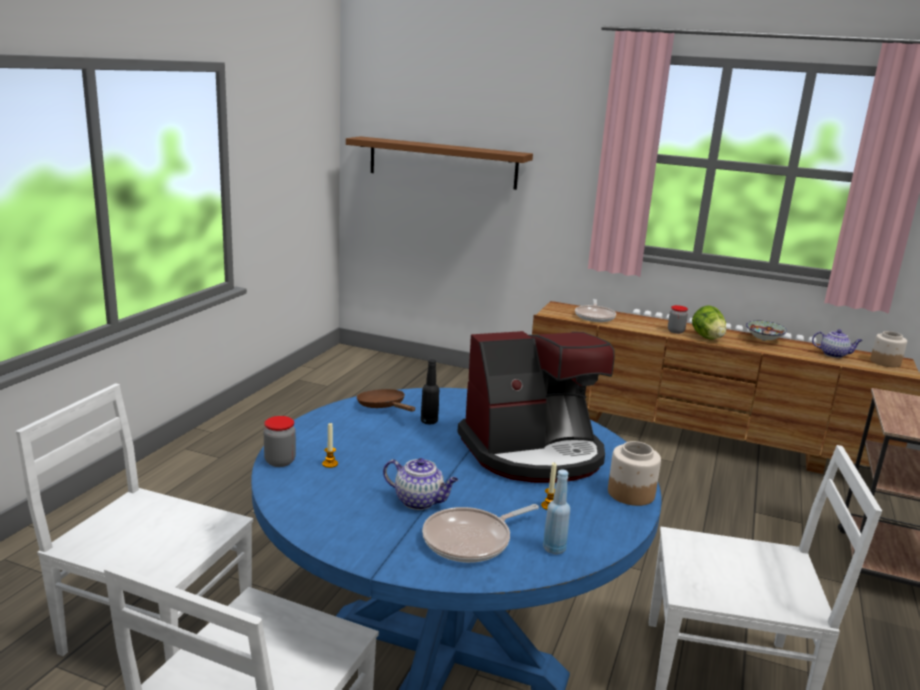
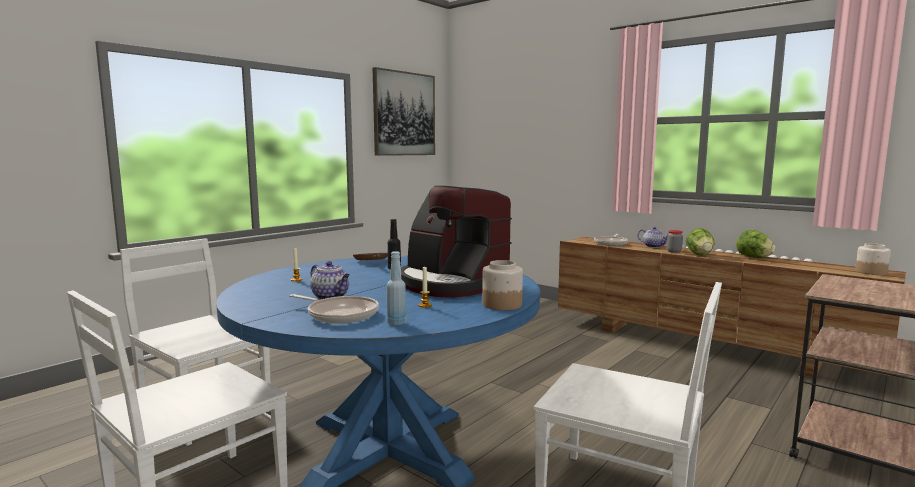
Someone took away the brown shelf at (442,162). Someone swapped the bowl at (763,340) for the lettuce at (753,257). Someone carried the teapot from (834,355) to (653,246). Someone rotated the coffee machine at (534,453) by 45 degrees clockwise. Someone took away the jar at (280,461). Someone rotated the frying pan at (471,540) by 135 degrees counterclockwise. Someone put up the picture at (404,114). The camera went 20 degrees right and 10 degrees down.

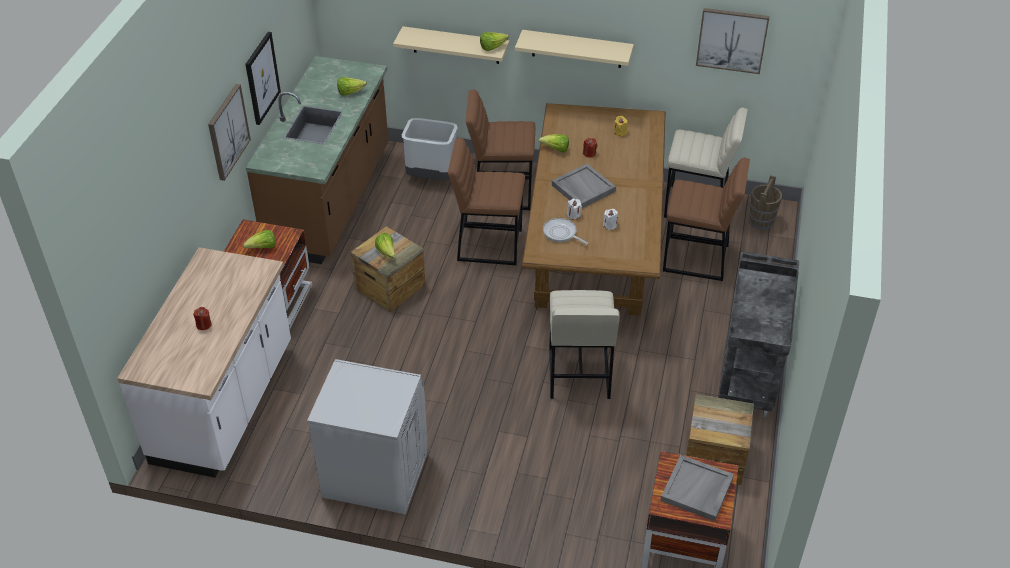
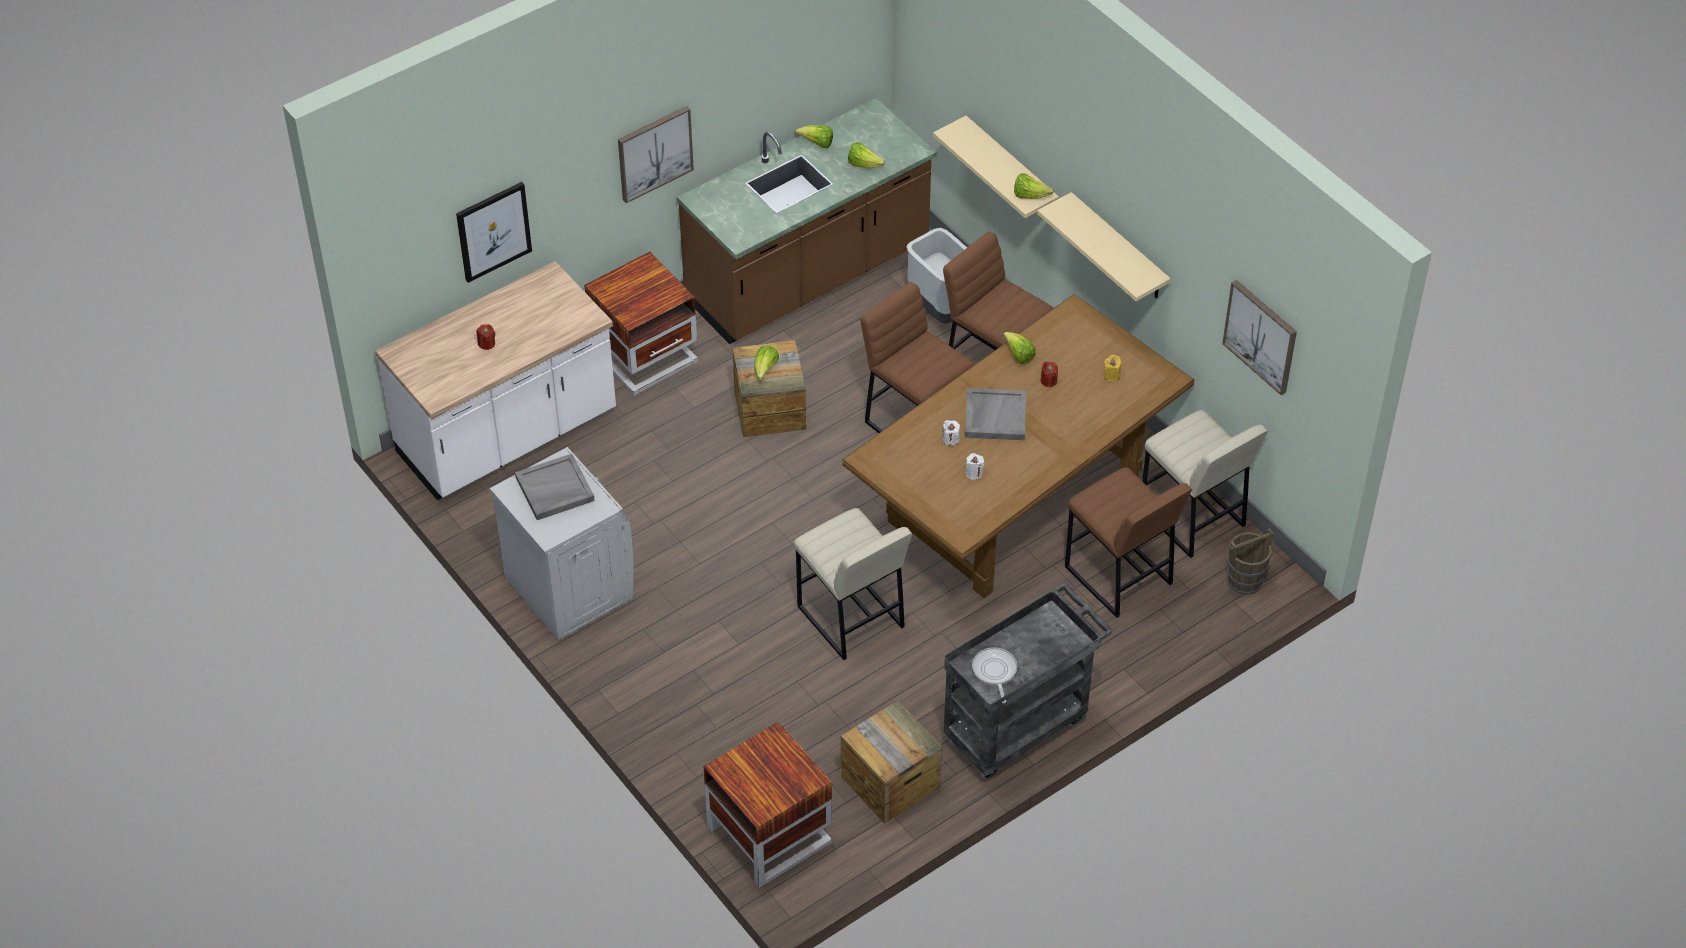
Someone carried the picture from (262,78) to (493,231). Someone carried the frying pan from (561,233) to (994,672). Someone carried the lettuce from (263,248) to (817,143). Someone rotated the beige chair at (579,375) by 75 degrees counterclockwise. Someone carried the grey tray from (697,490) to (554,490). The camera went 40 degrees right and 5 degrees up.

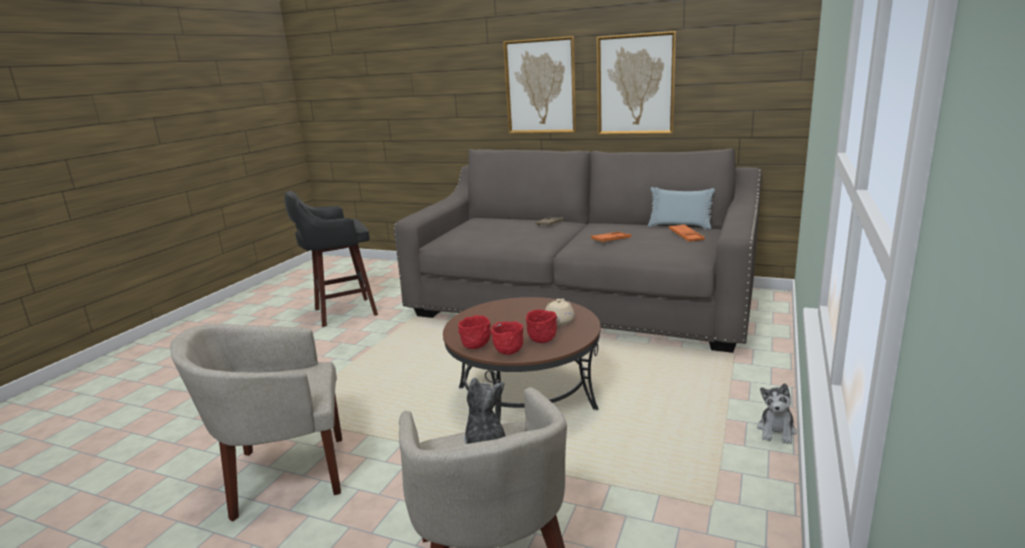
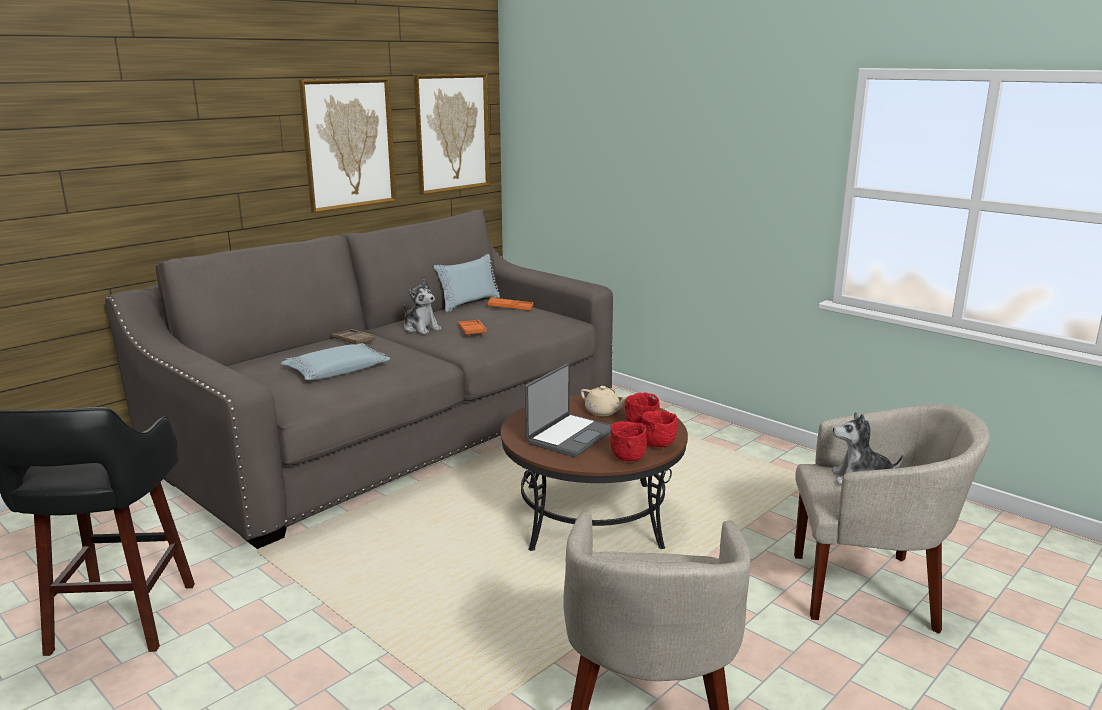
Someone carried the picture from (540,86) to (452,133). Someone carried the plush toy from (776,431) to (421,328). Someone put down the blue pillow at (337,368). Someone put down the laptop at (569,436). The camera went 70 degrees left and 0 degrees up.

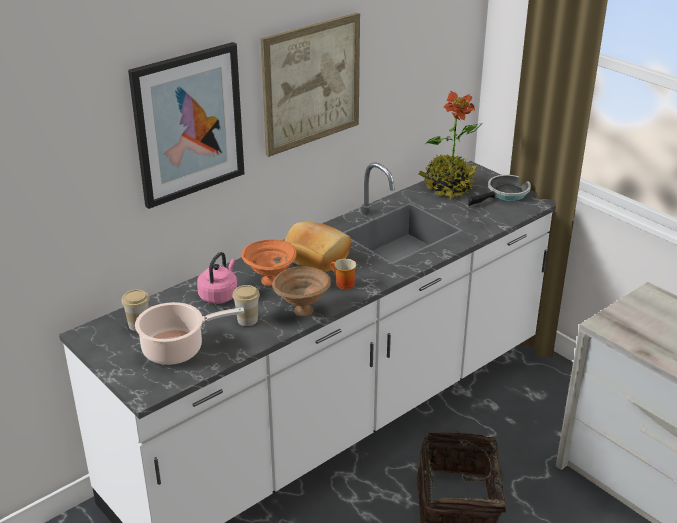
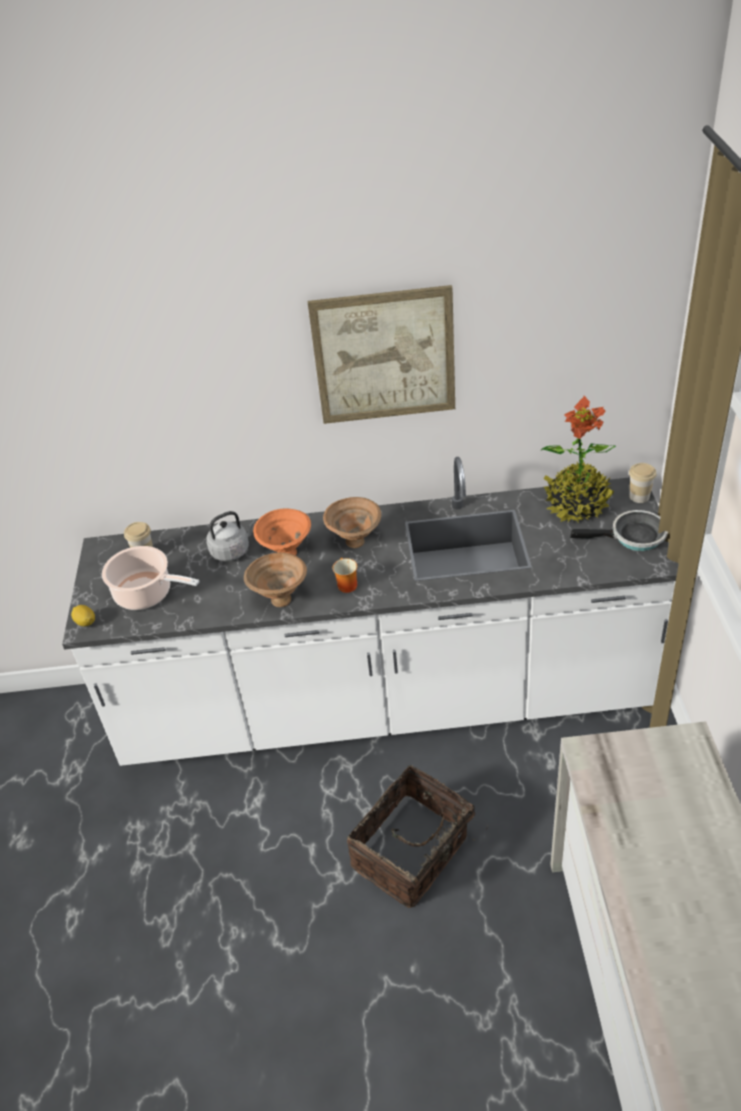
Someone took away the picture at (188,124). Someone swapped the bread at (318,257) for the brown bowl at (356,543). Someone repainted the pink kettle at (219,295), which became the grey kettle at (232,551). Someone carried the cup from (247,320) to (639,496). Someone put down the lemon at (85,622). The camera went 40 degrees right and 10 degrees up.

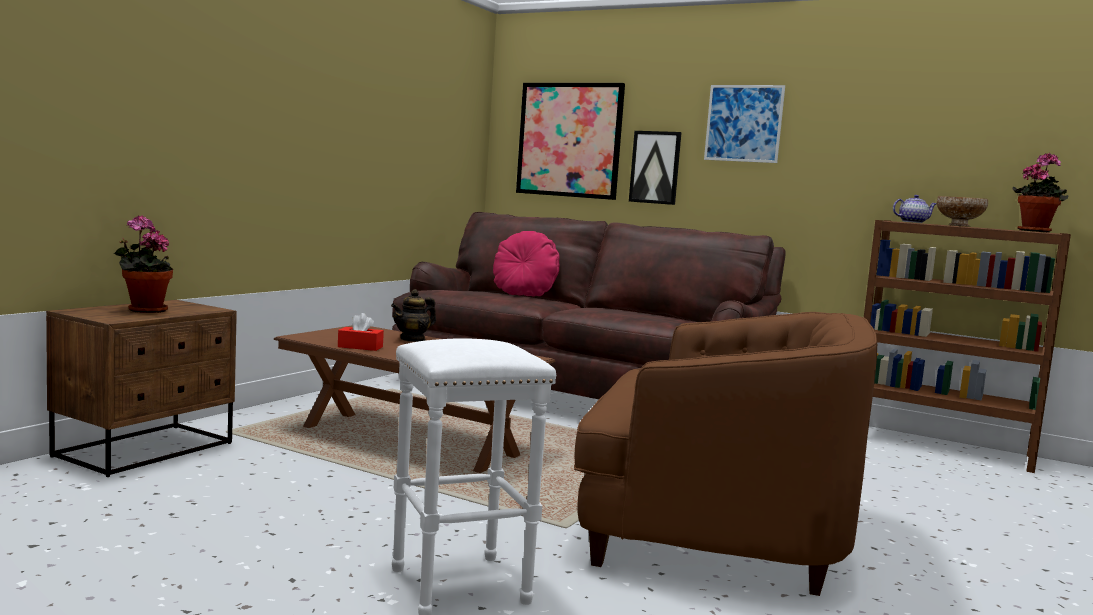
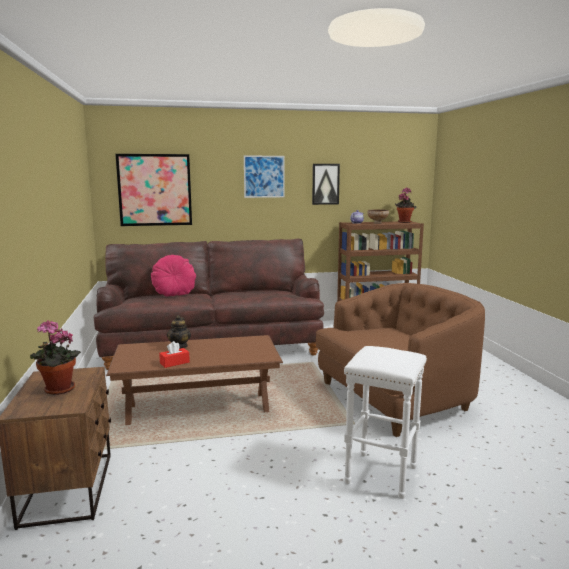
Someone carried the picture from (655,167) to (325,184). The camera went 40 degrees left and 5 degrees up.

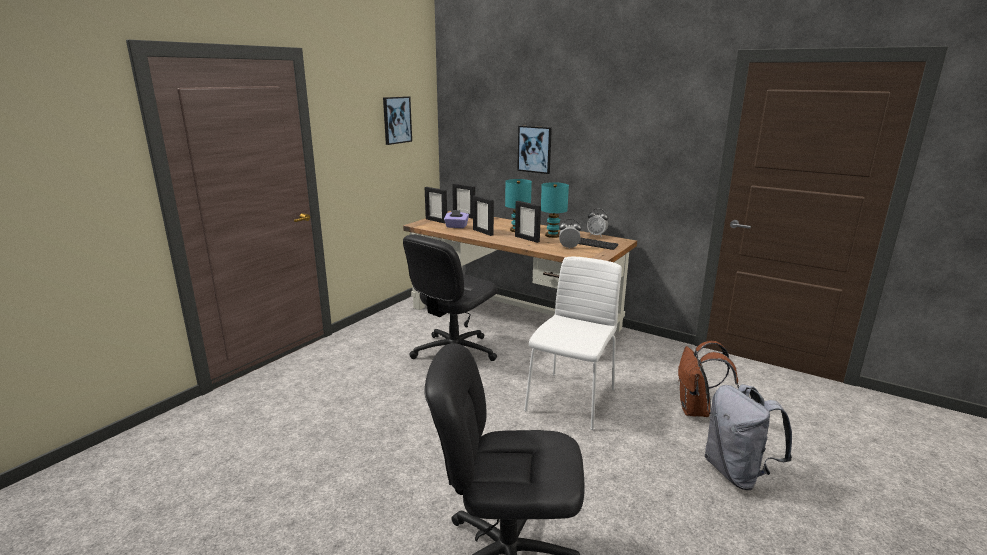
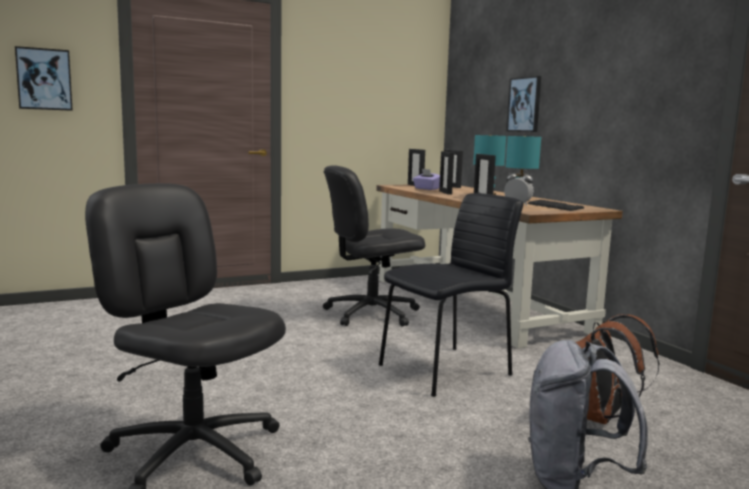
Someone carried the picture from (396,120) to (44,79). Someone took away the alarm clock at (596,235). Someone repainted the white chair at (572,397), which became the black chair at (448,369). The camera went 30 degrees right and 10 degrees down.

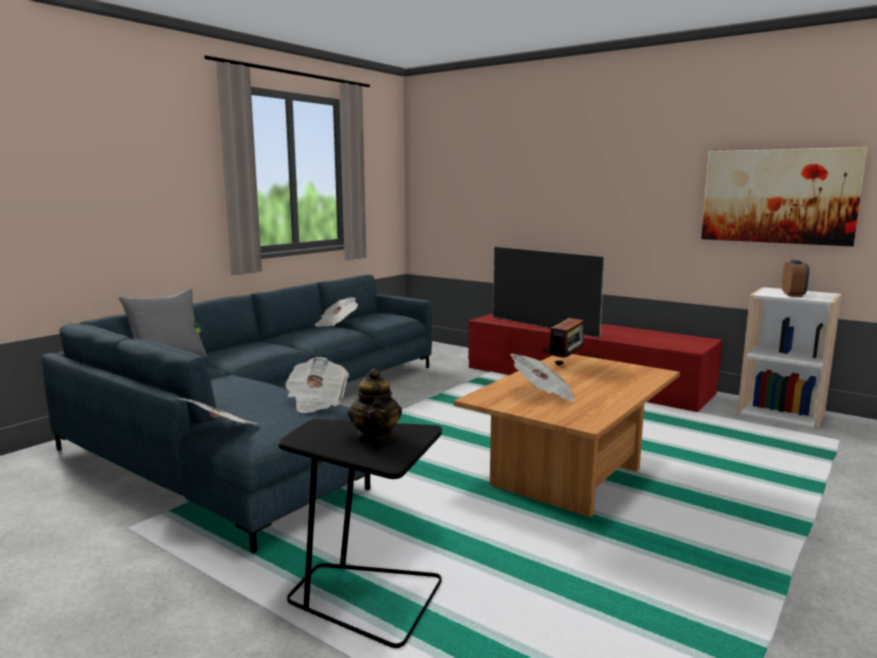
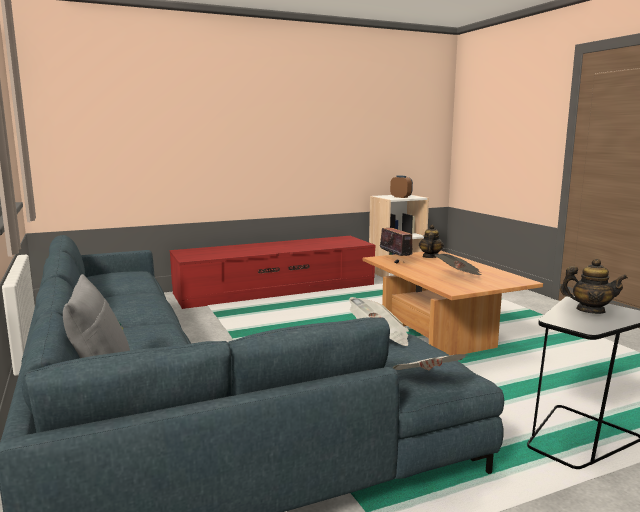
Someone took away the picture at (778,196). Someone took away the television at (543,327). Someone took away the newspaper at (336,324). Someone put down the teapot at (430,256). The camera went 60 degrees left and 0 degrees up.

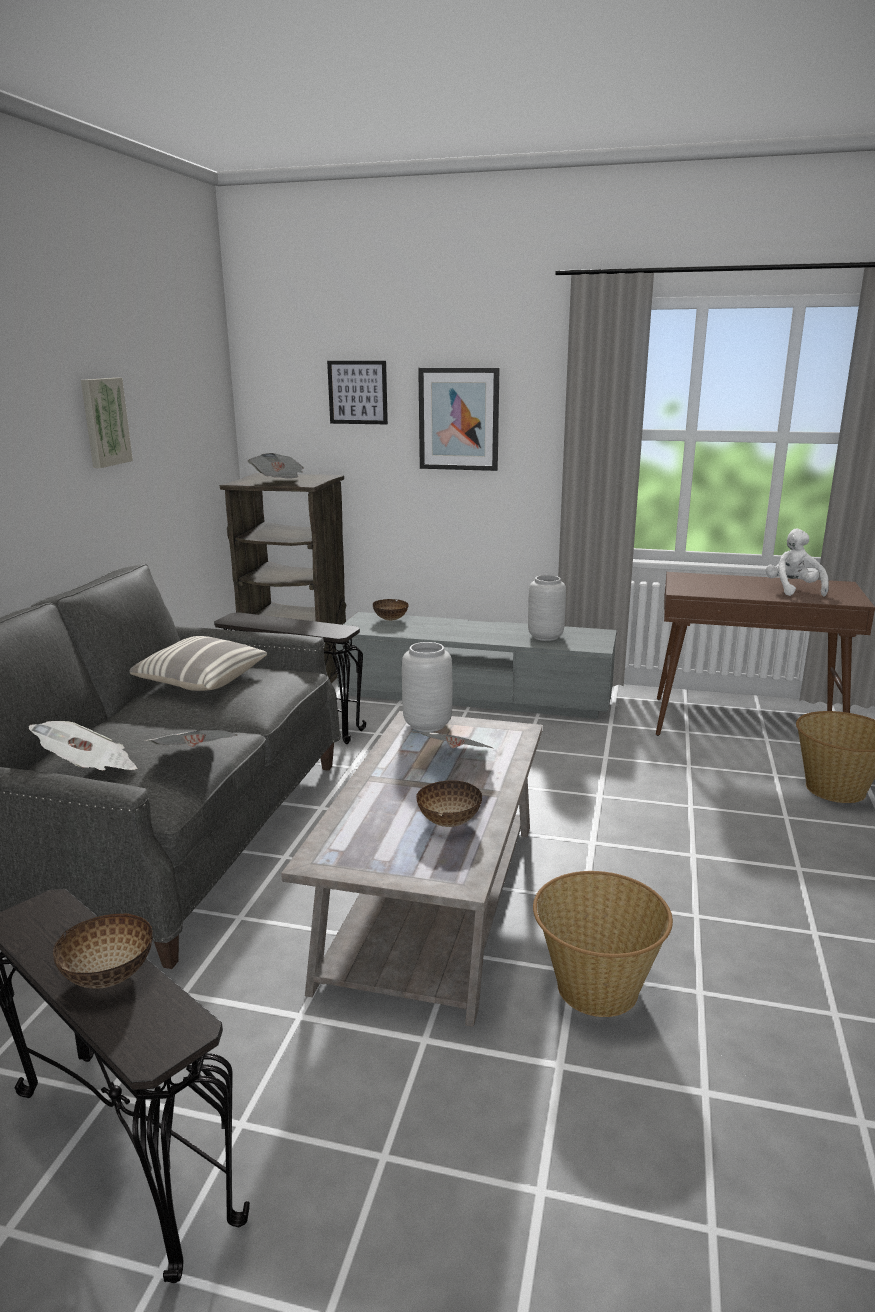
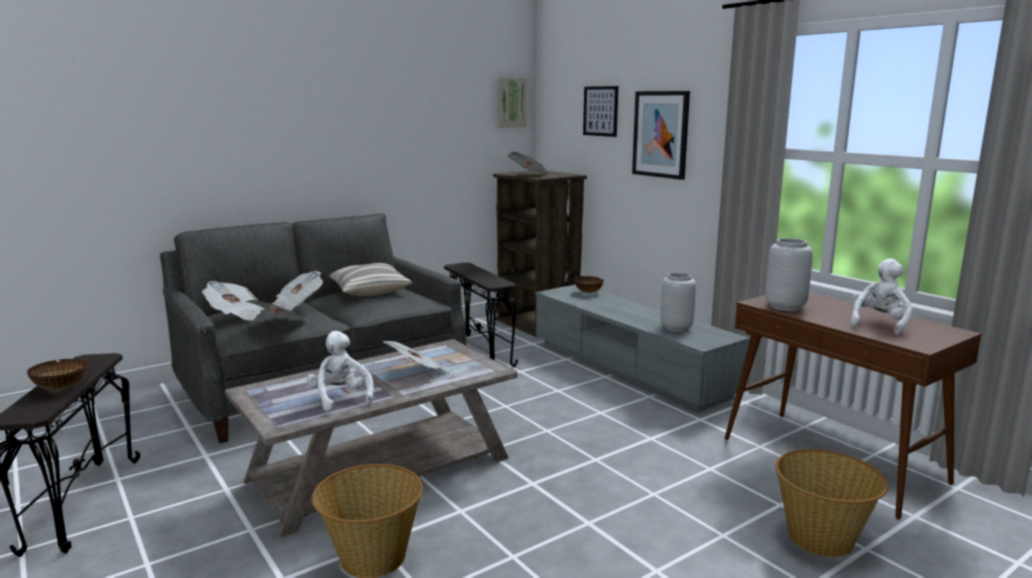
Someone carried the picture from (104,422) to (511,102). Someone carried the grey vase from (427,724) to (785,306). Someone swapped the bowl at (448,821) for the white plush toy at (340,398). Someone put down the newspaper at (296,306). The camera went 40 degrees right and 5 degrees down.

